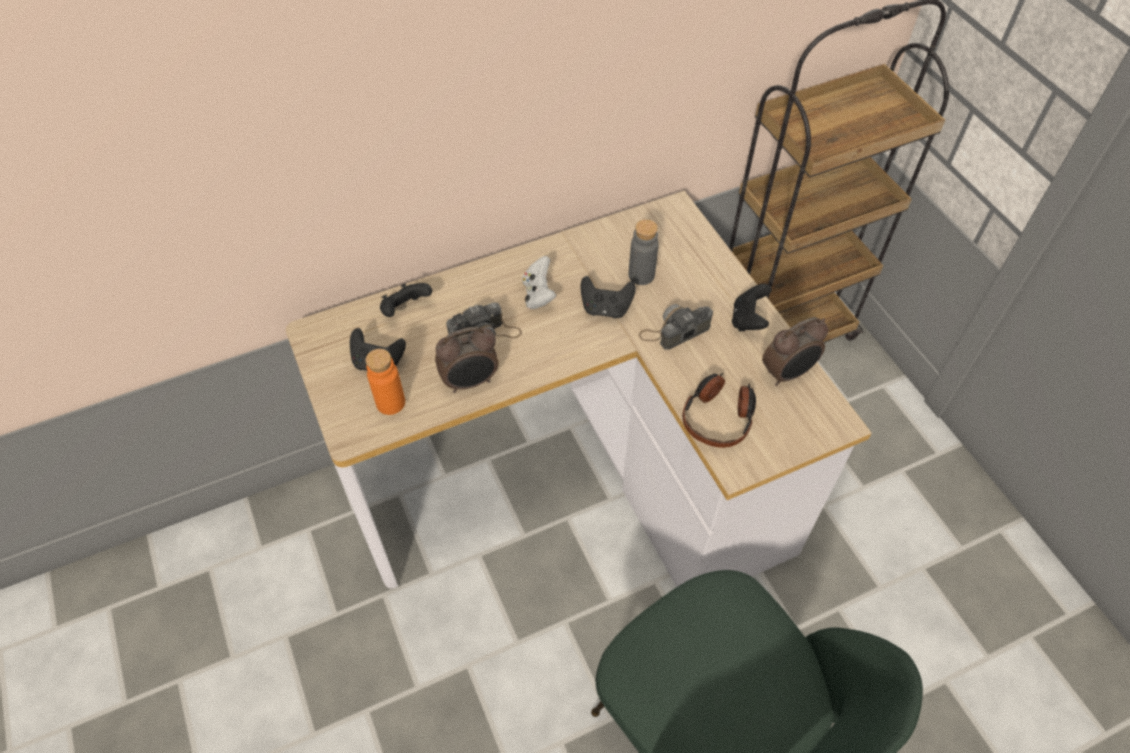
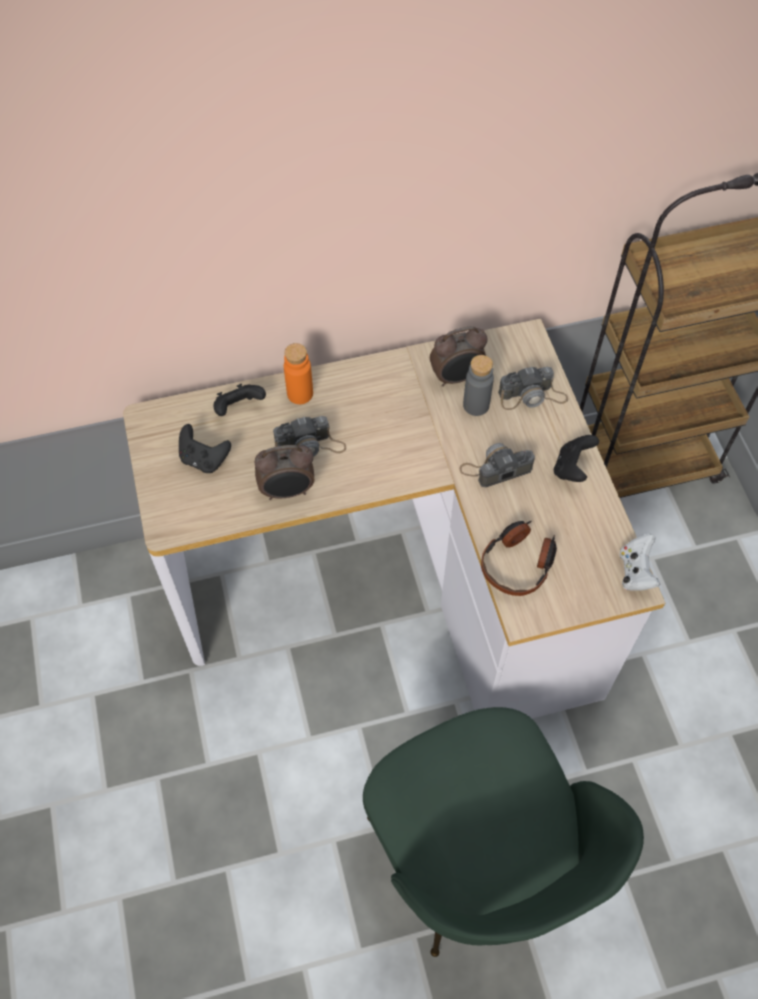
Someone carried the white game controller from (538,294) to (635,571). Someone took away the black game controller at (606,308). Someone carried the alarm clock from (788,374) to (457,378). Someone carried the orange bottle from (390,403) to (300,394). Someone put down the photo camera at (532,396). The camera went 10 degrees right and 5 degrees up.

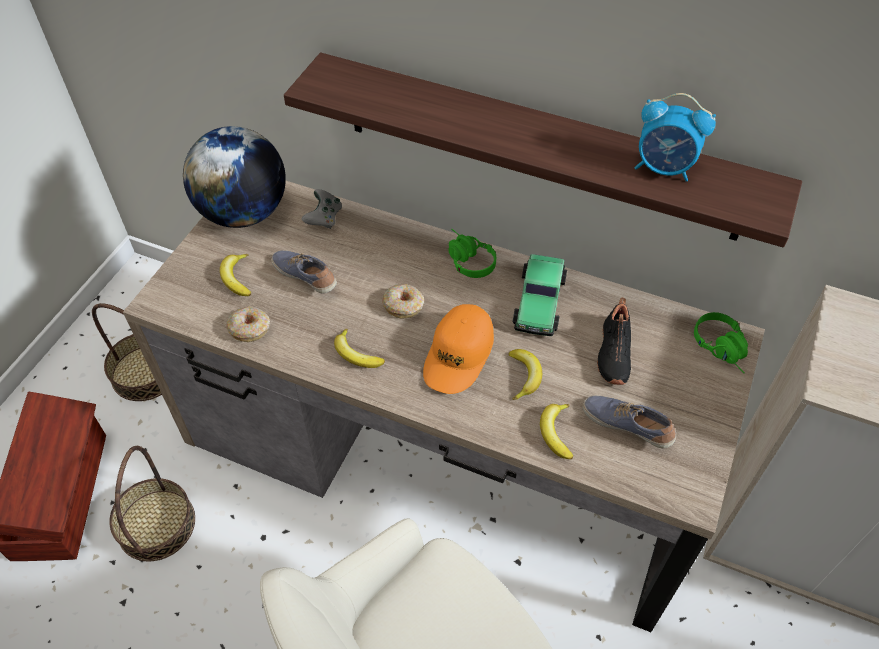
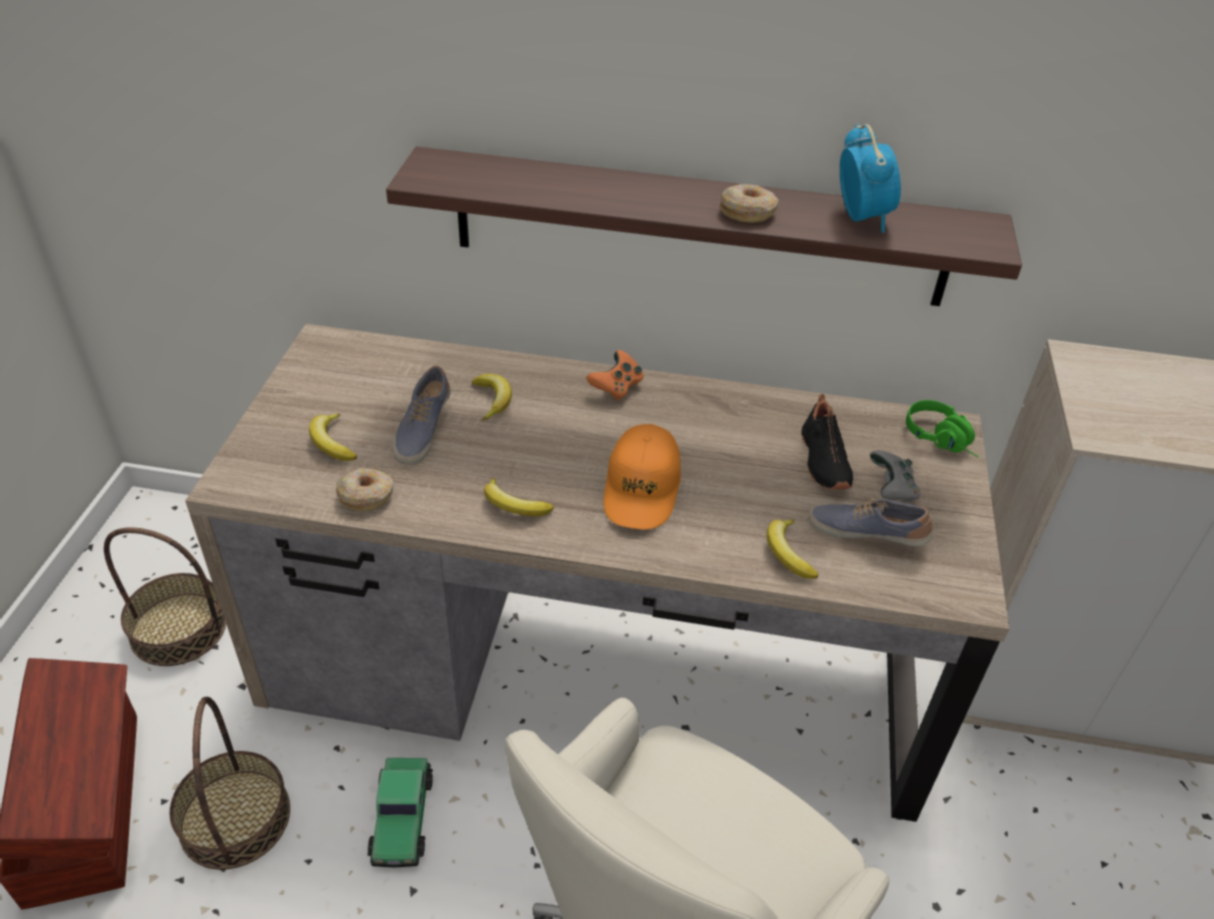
Someone rotated the alarm clock at (664,168) by 105 degrees counterclockwise. Someone took away the globe at (244,213). Someone carried the grey game controller from (324,218) to (892,490). Someone swapped the green headphones at (466,259) for the orange game controller at (616,387). Someone rotated the shoe at (305,276) by 105 degrees counterclockwise. Someone carried the toy car from (539,302) to (402,818). Someone carried the donut from (404,305) to (747,212). Someone carried the banana from (524,376) to (492,400). The camera went 15 degrees left and 10 degrees down.

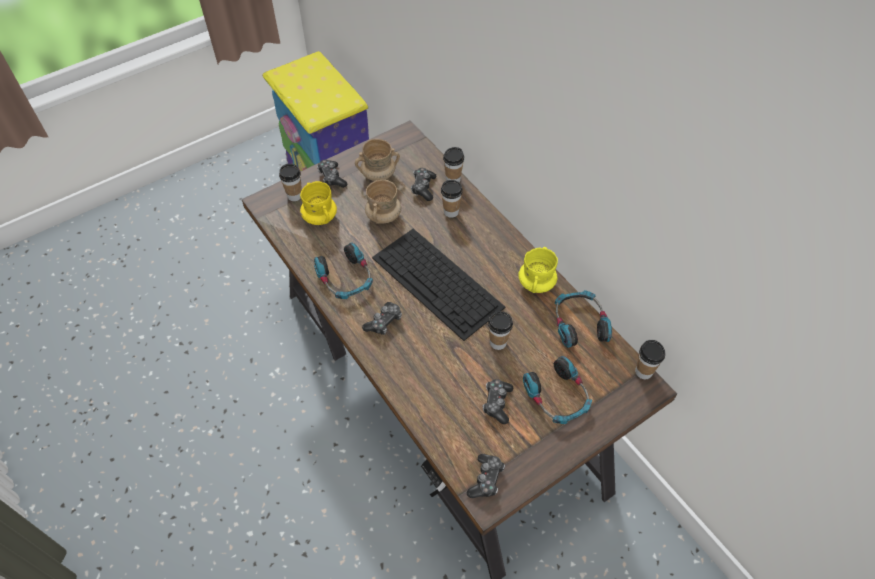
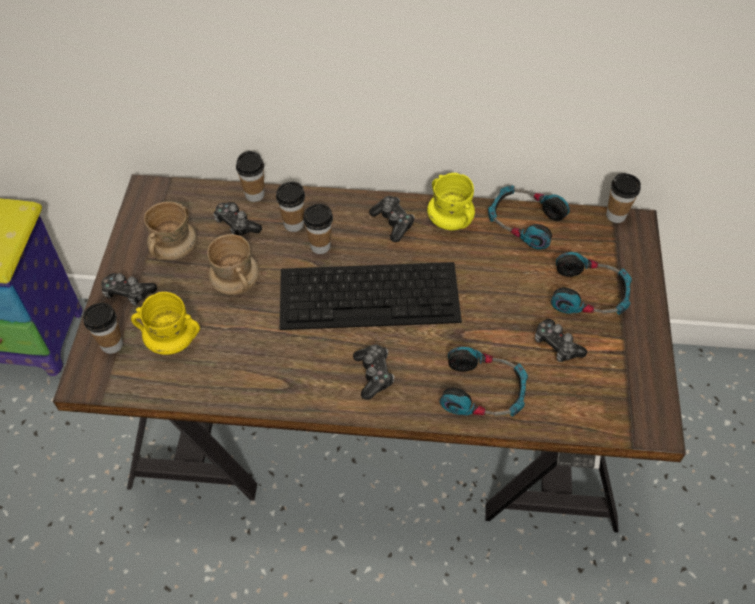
Someone carried the headphones from (345,278) to (483,391). Someone carried the cup from (498,342) to (320,246). Someone carried the game controller from (486,479) to (393,222). The camera went 50 degrees left and 0 degrees up.

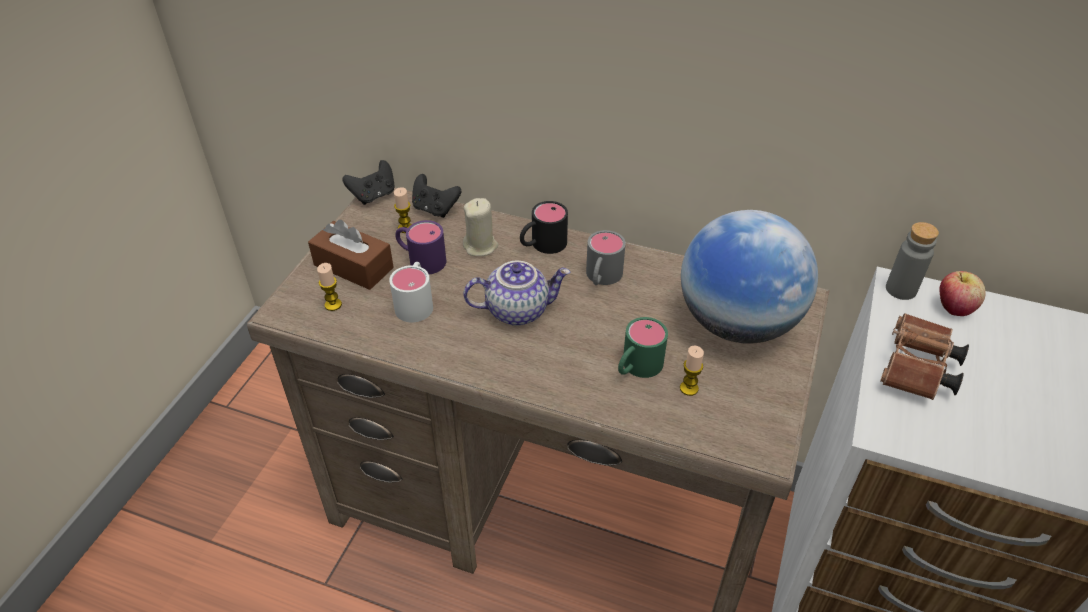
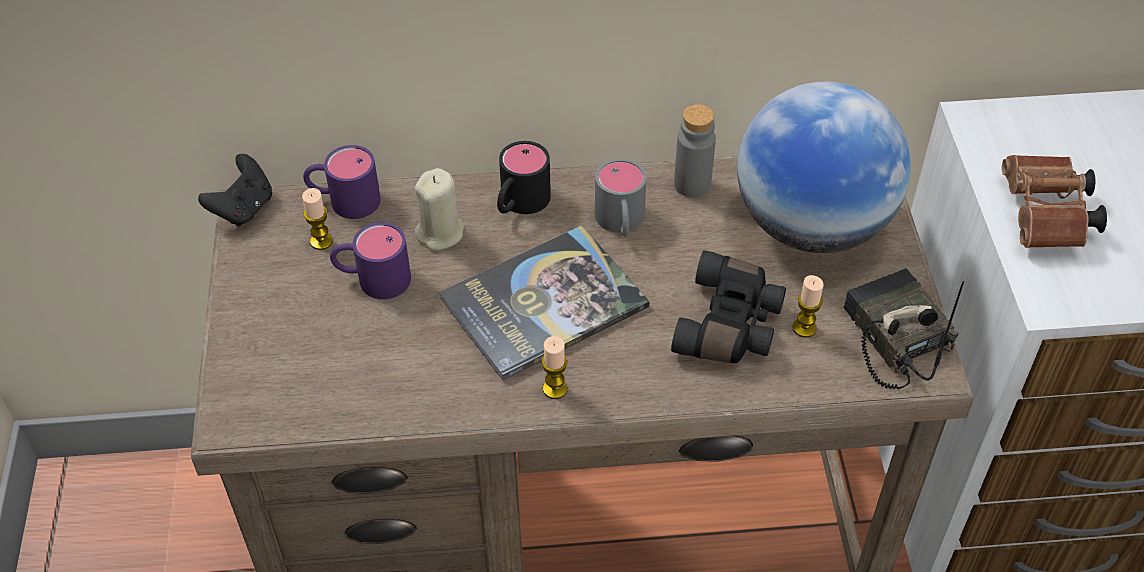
Someone swapped the black game controller at (435,209) for the purple mug at (344,200). Someone took away the brown tissue box at (353,266). Someone carried the grey bottle from (901,289) to (692,184). Someone swapped the teapot at (518,309) for the book at (544,303). Someone took away the white mug at (416,302). Someone carried the candle from (333,305) to (555,389). Someone took away the apple at (954,308). Someone swapped the green mug at (636,367) for the black binoculars at (731,325). Someone put down the radio at (892,336). The camera went 25 degrees left and 5 degrees up.

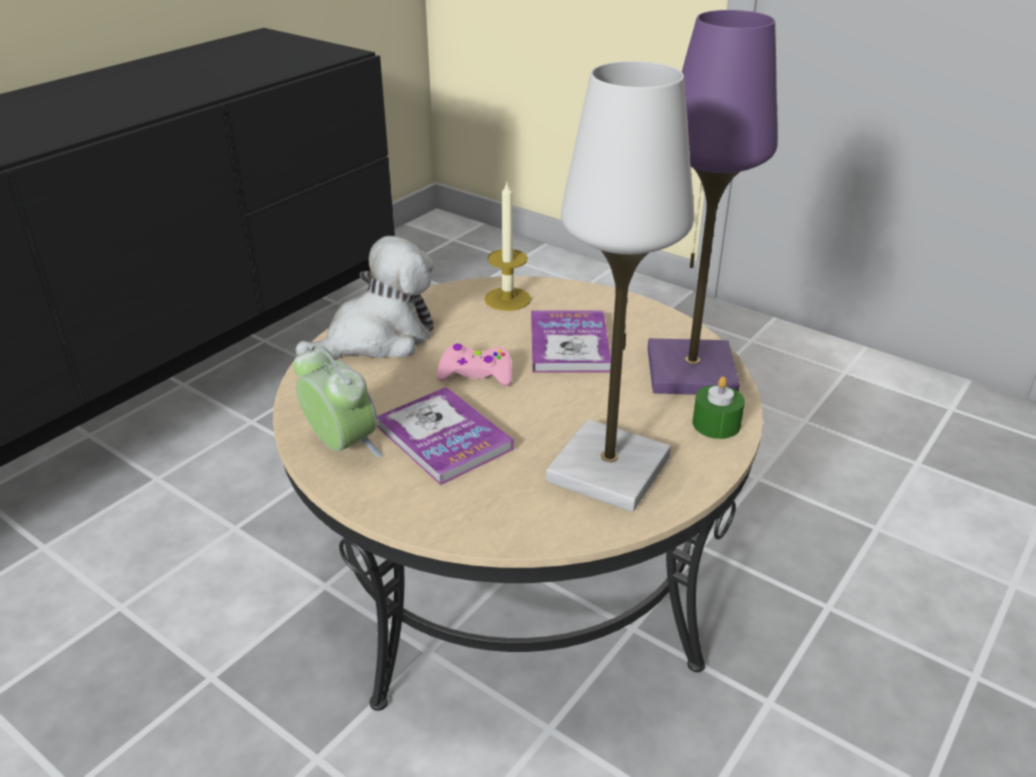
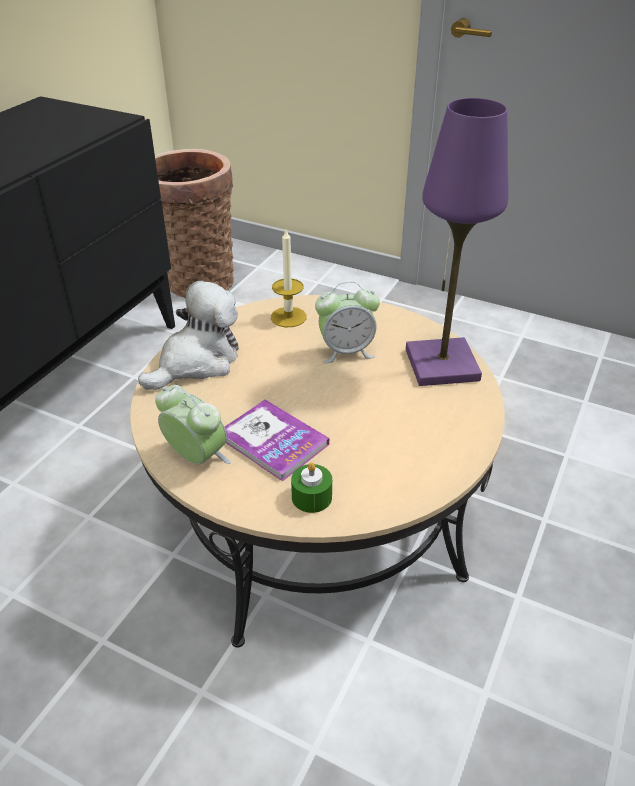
Someone took away the white table lamp at (608,469). Someone swapped the book at (569,344) for the alarm clock at (346,351). Someone took away the pink game controller at (476,374). Someone carried the green candle from (716,424) to (311,497). Someone put down the basket at (197,280). The camera went 10 degrees left and 5 degrees up.

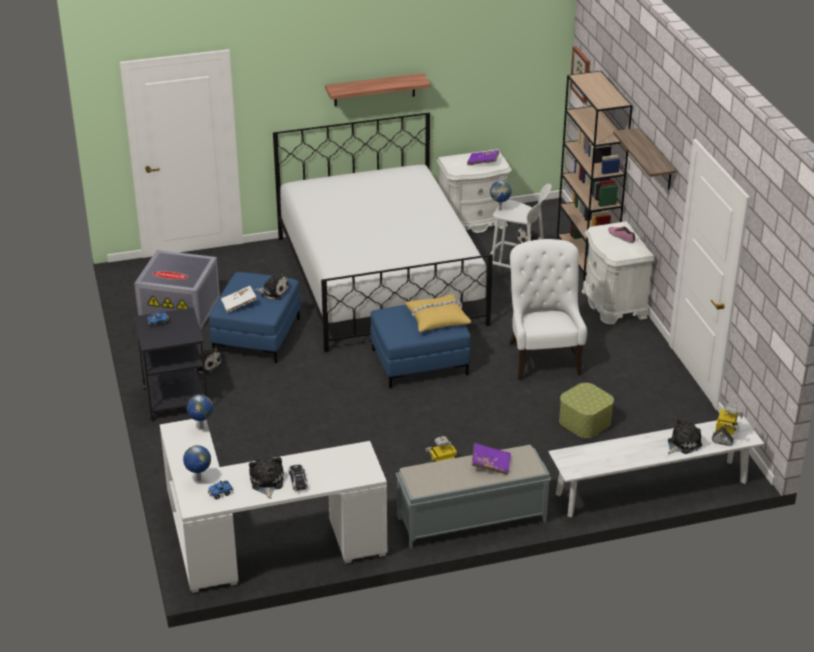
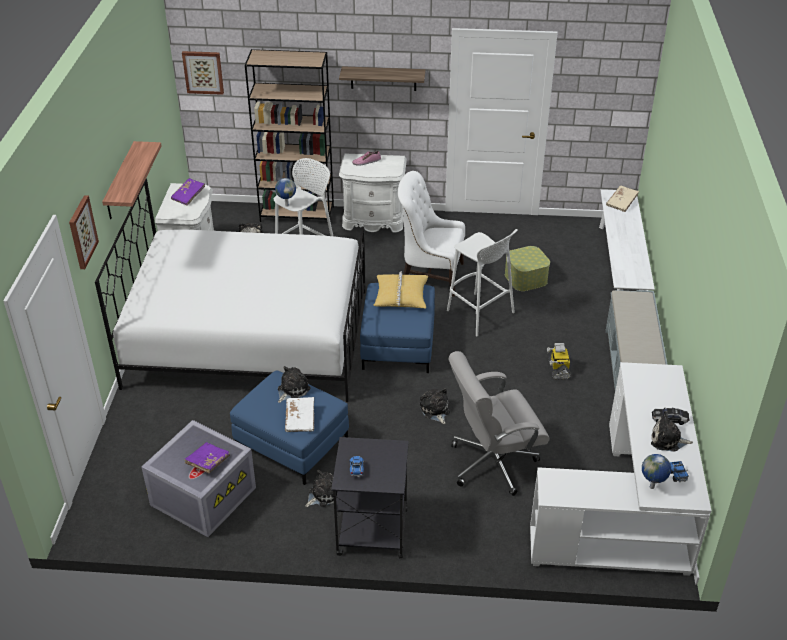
Someone took away the globe at (201,428). Someone swapped the toy robot at (725,435) for the beige book at (621,203). Someone carried the plush toy from (682,444) to (435,410). Someone carried the purple book from (490,464) to (208,462). Someone put up the picture at (82,232). Someone put down the white stool at (479,314). Someone put down the grey office chair at (493,463). The camera went 70 degrees left and 5 degrees up.

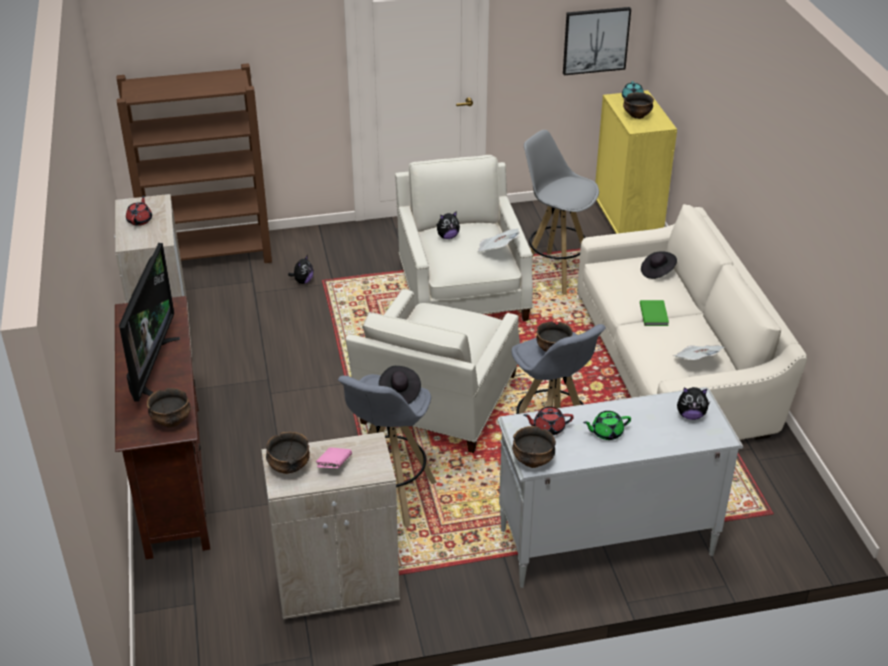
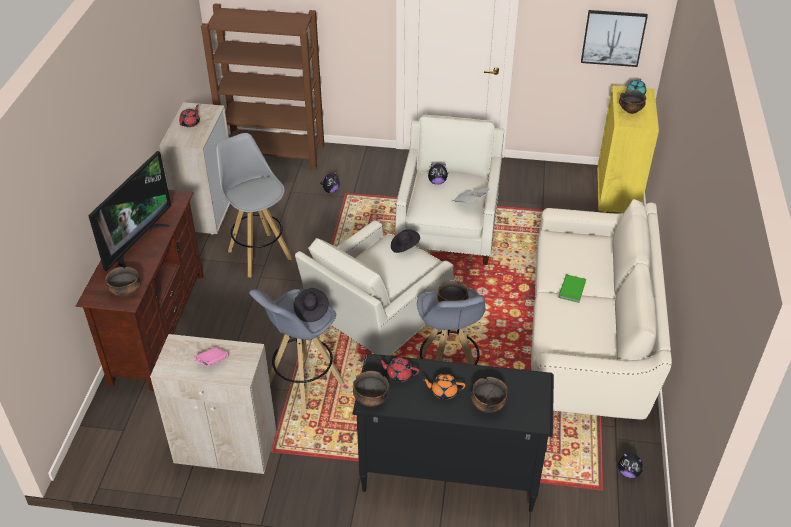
Someone carried the grey stool from (555,272) to (259,254). Someone carried the black hat from (657,272) to (404,247). Someone took away the newspaper at (696,361). Someone repainted the white dresser at (604,541), which became the black dresser at (448,472). Someone carried the plush toy from (690,415) to (628,472). Someone repainted the green teapot at (606,432), which became the orange teapot at (443,391). Someone carried the bowl from (288,467) to (487,405). The camera went 20 degrees right and 5 degrees up.

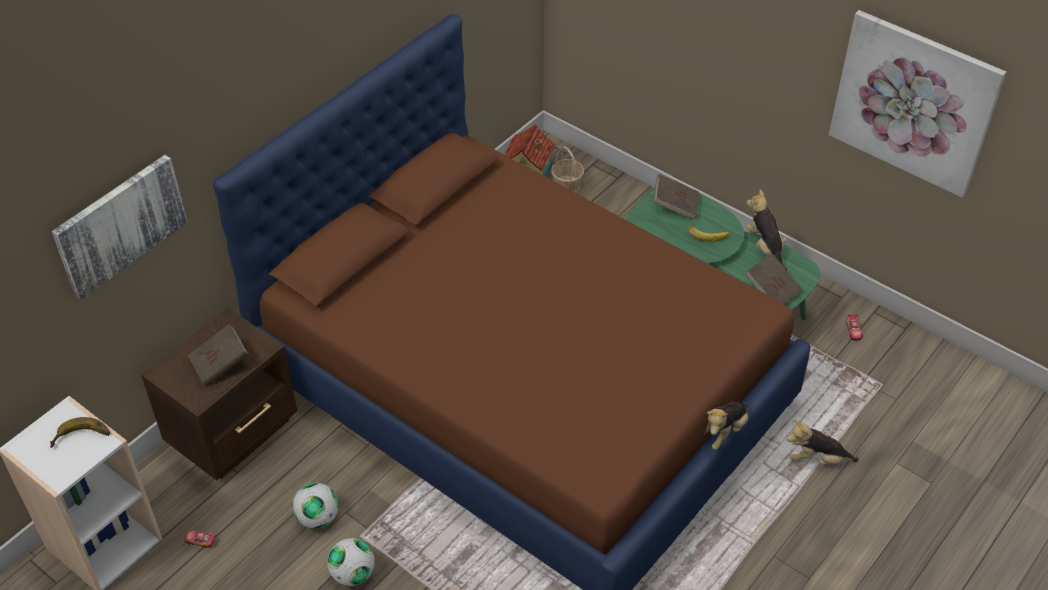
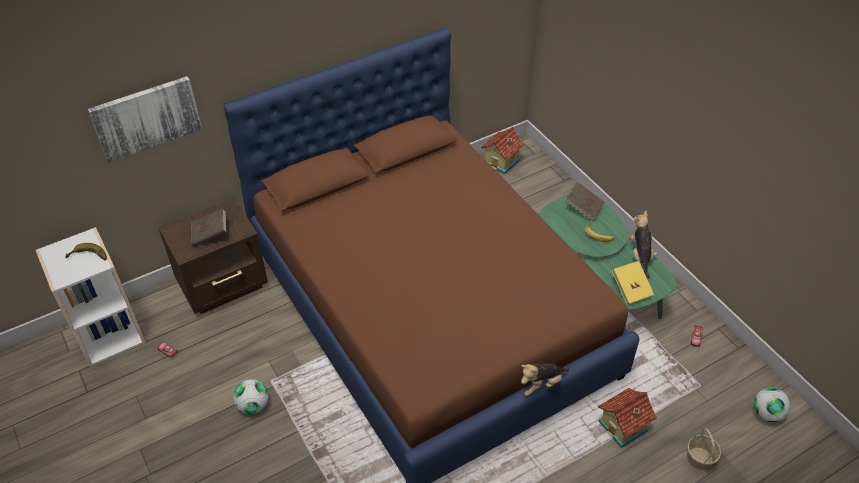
Someone took away the picture at (913,103). Someone carried the basket from (567,186) to (699,459). Someone repainted the brown book at (772,290), which became the yellow book at (631,289). Someone swapped the plush toy at (817,459) for the toy house at (623,427). Someone carried the football from (318,518) to (767,414). The camera went 20 degrees right and 0 degrees up.

